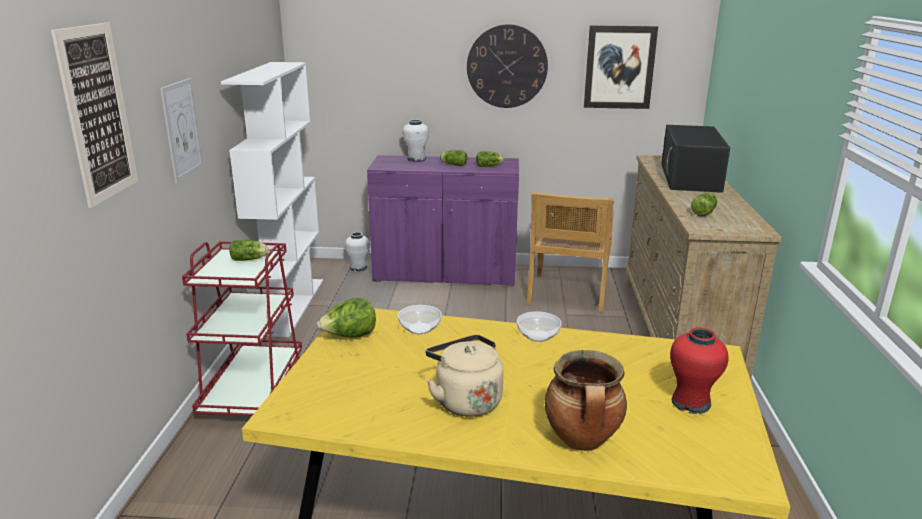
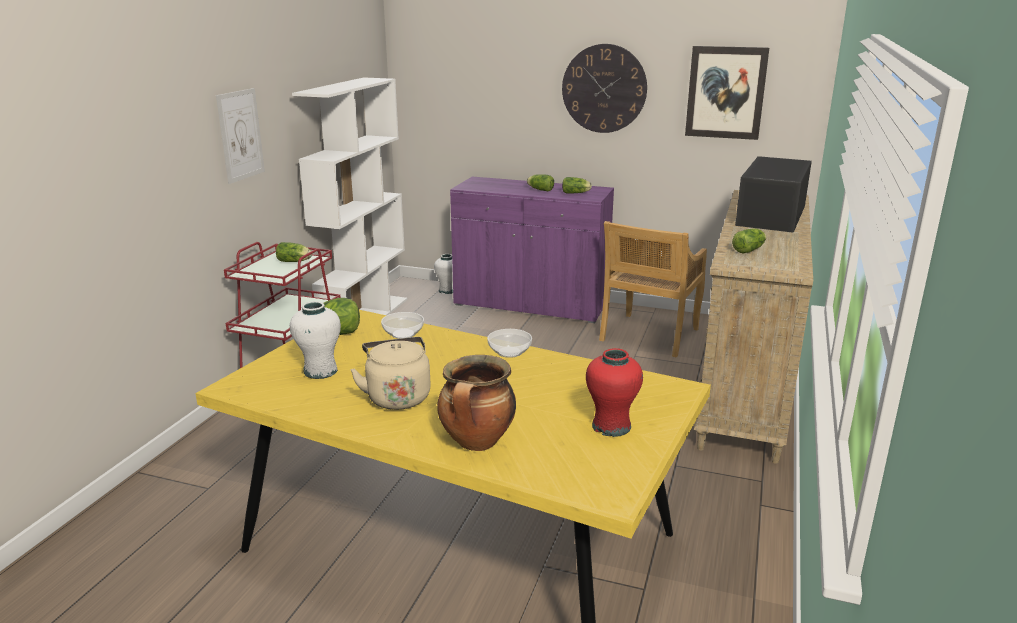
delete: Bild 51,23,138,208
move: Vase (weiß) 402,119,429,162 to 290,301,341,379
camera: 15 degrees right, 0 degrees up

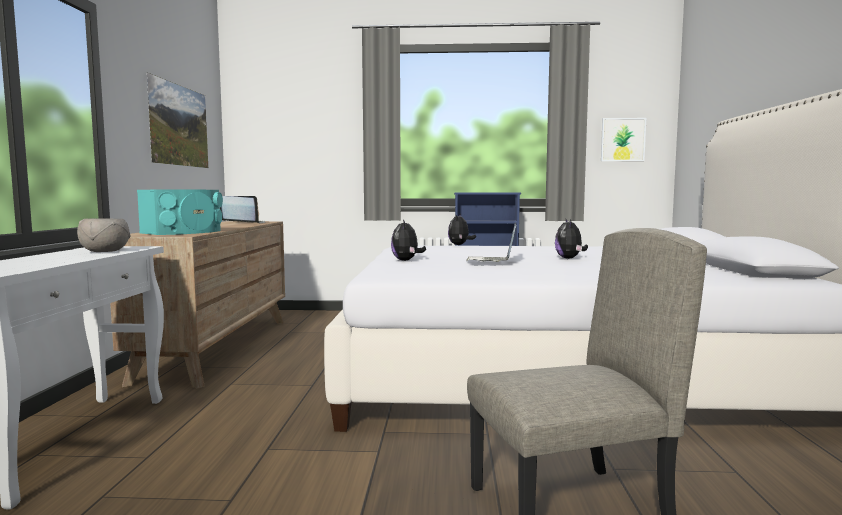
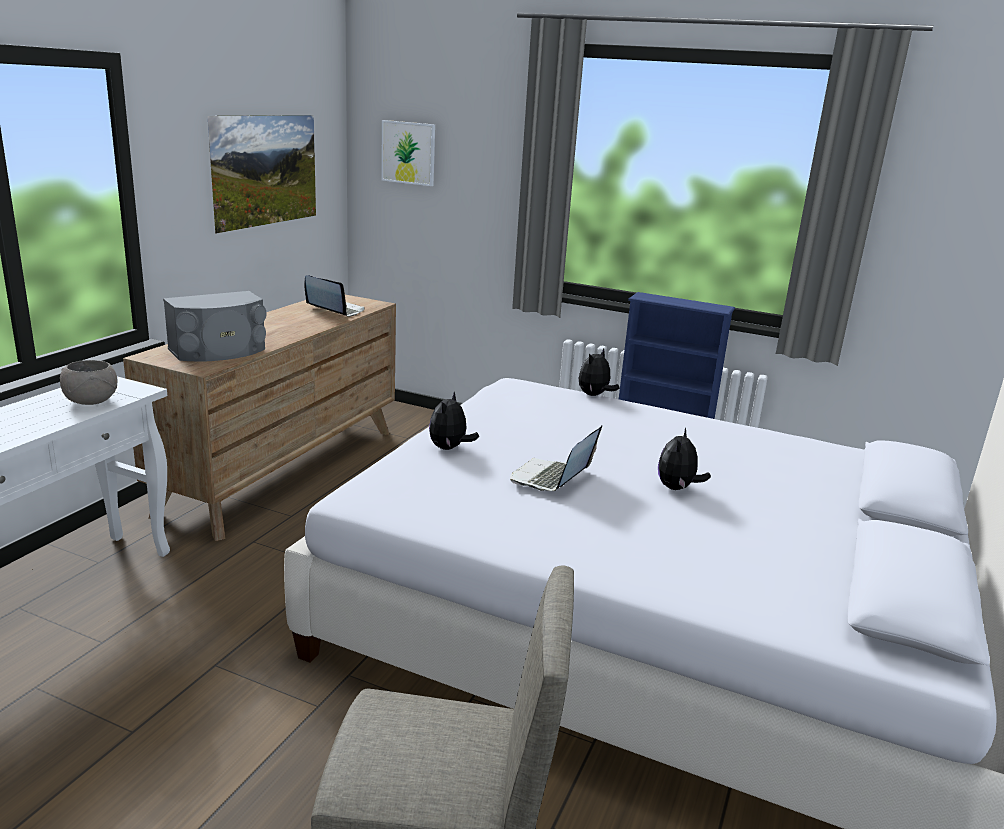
move: Bild 601,118,646,161 to 381,120,435,186
recolor: Lautsprecher (türkis) 137,189,223,235 to Lautsprecher (grau) 163,291,266,361
camera: 20 degrees right, 15 degrees up

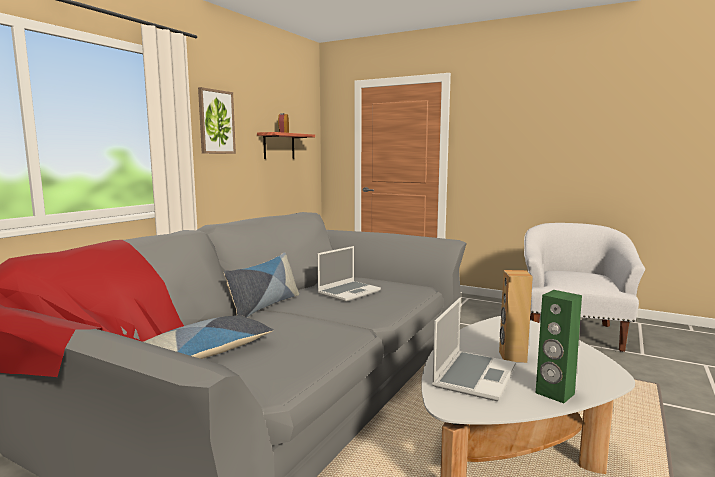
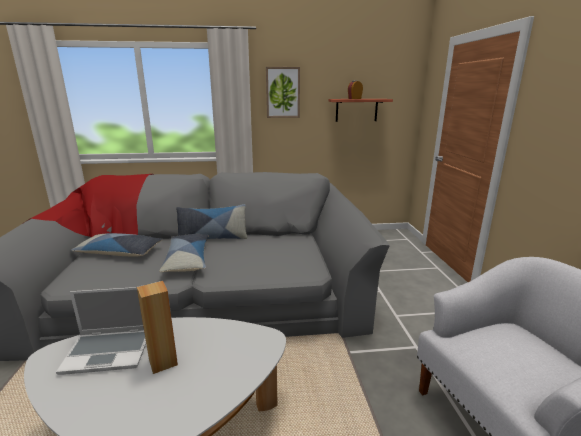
delete: Laptop 317,246,381,302; Lautsprecher (grün) 536,290,582,403
insert: Kissen 159,234,209,272
camera: 55 degrees right, 10 degrees up

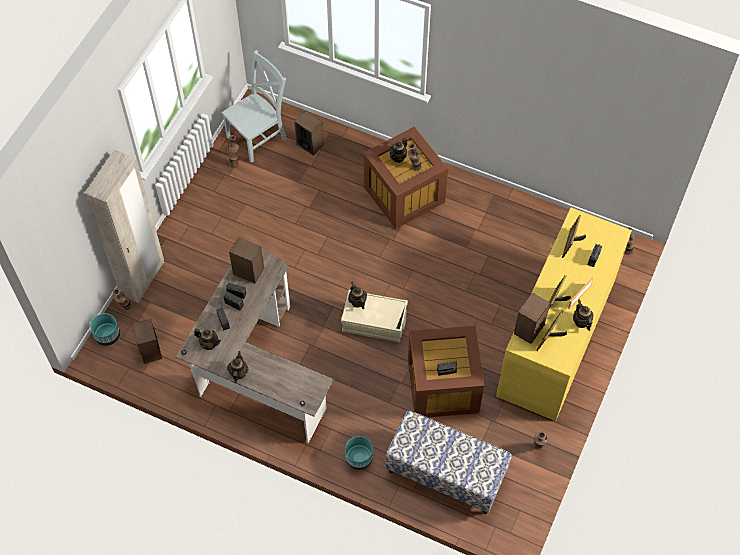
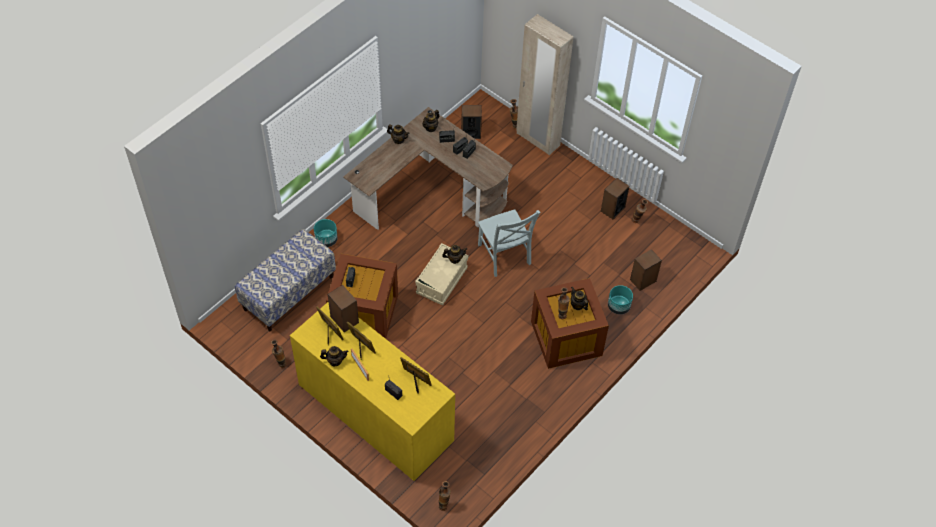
move: Pflanzkübel (türkis) 90,313,120,346 to 608,285,633,315; Stuhl (grau) 222,50,287,163 to 478,210,540,277; Lautsprecher 229,237,264,284 to 601,178,629,219
camera: 105 degrees right, 5 degrees down

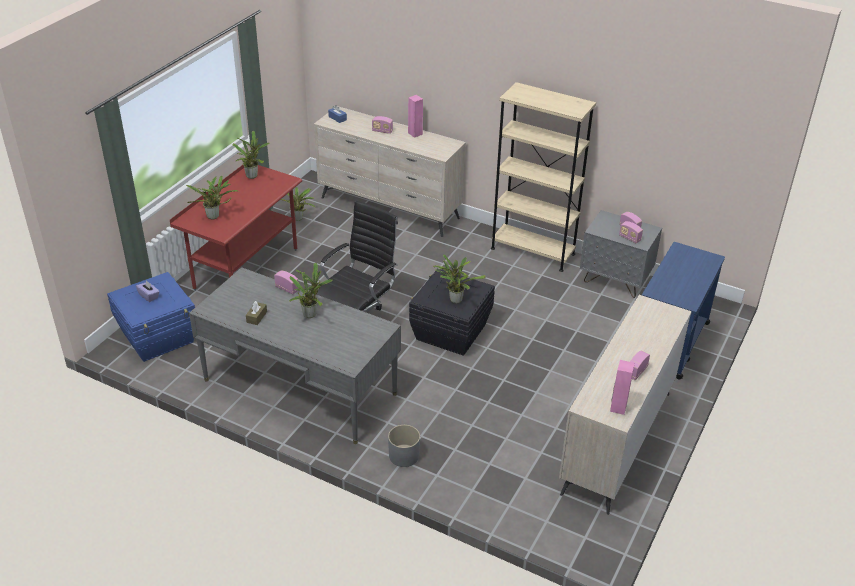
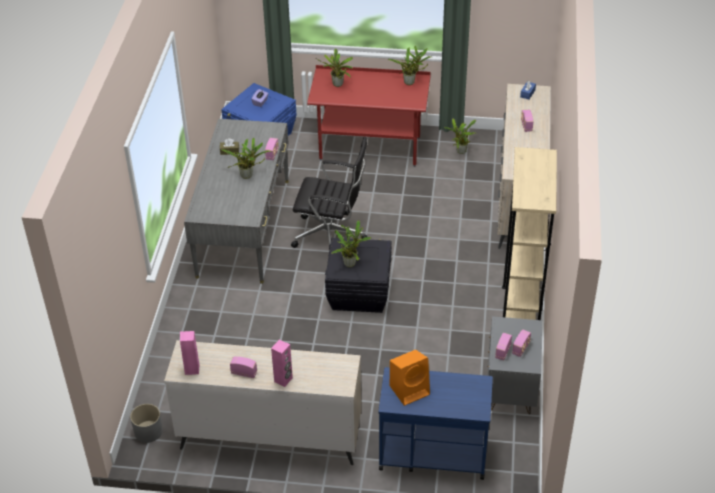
insert: Lautsprecher (orange) 390,350,430,406
move: Pflanzkübel (grau) 388,425,420,467 to 130,404,163,443; Lautsprecher (rosa) 408,95,423,138 to 271,340,293,387
camera: 70 degrees right, 5 degrees up

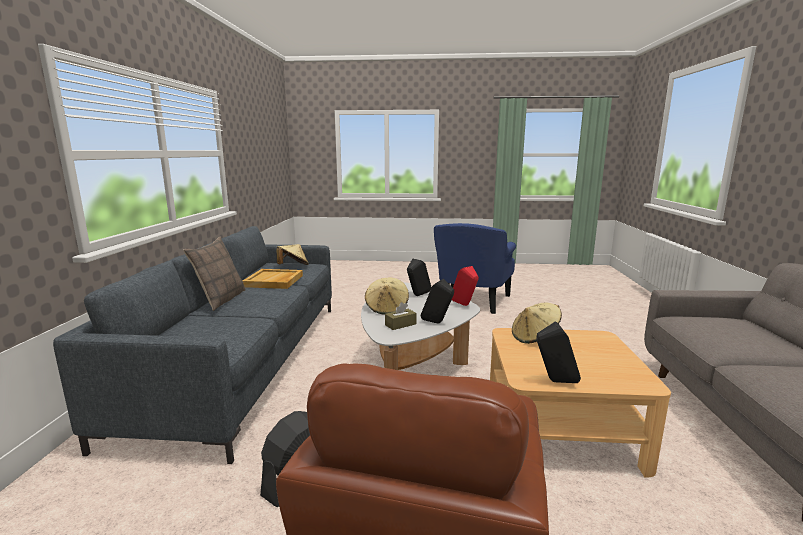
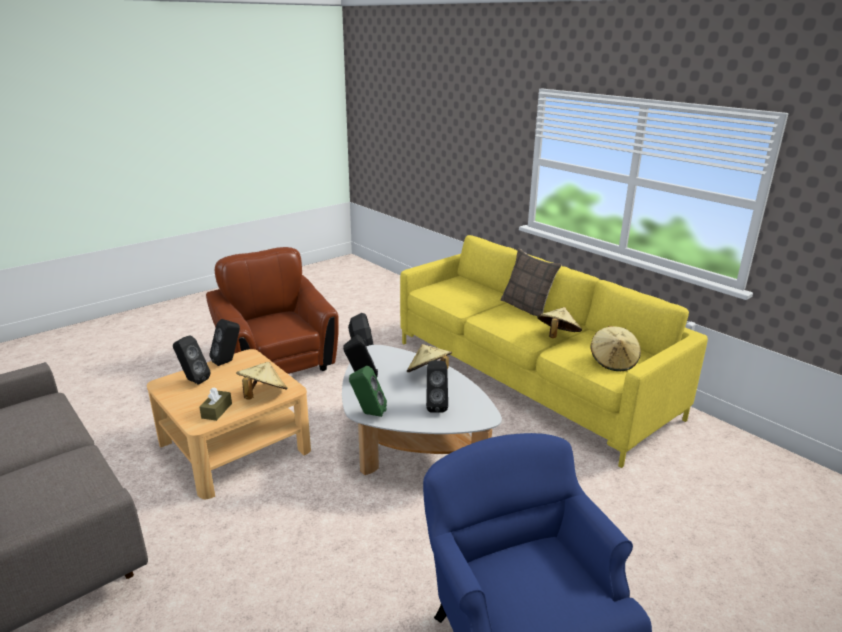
insert: Lautsprecher (schwarz) 173,335,211,385
move: Taschentuchbox (braun) 385,302,416,330 to 199,387,232,421
replace: Tablett (beige) 243,269,303,289 to Hut (beige) 537,307,582,338
recolor: Sofa (grau) 53,226,332,464 to Sofa (gelb) 400,235,708,468; Lautsprecher (rot) 452,266,479,306 to Lautsprecher (grün) 349,365,387,417
camera: 135 degrees right, 10 degrees up

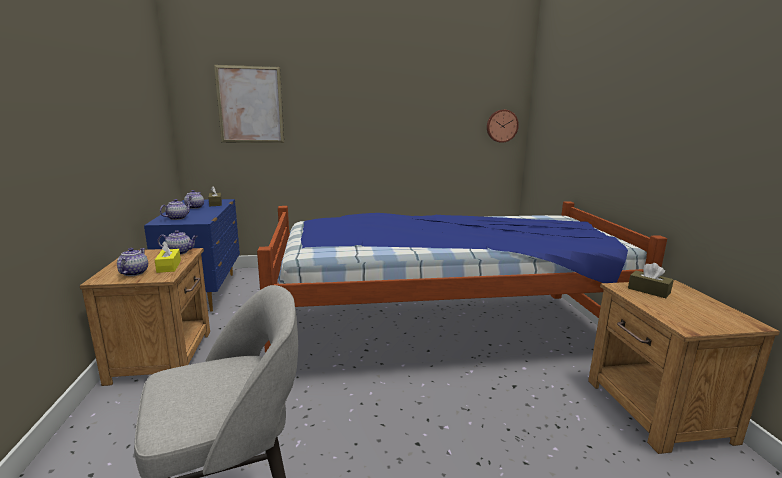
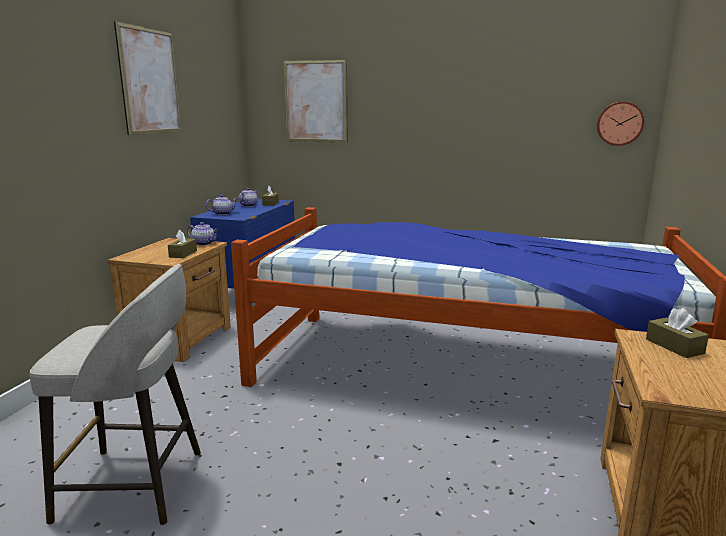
delete: Teekanne 117,248,148,276
insert: Bild 114,21,181,135
recolor: Taschentuchbox (gelb) 155,242,181,273 to Taschentuchbox (braun) 168,230,197,258
camera: 25 degrees right, 0 degrees up

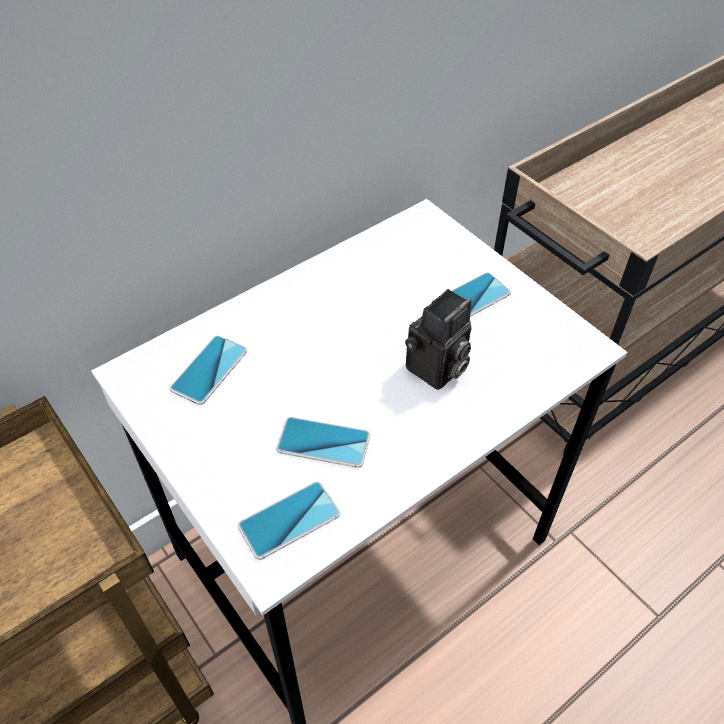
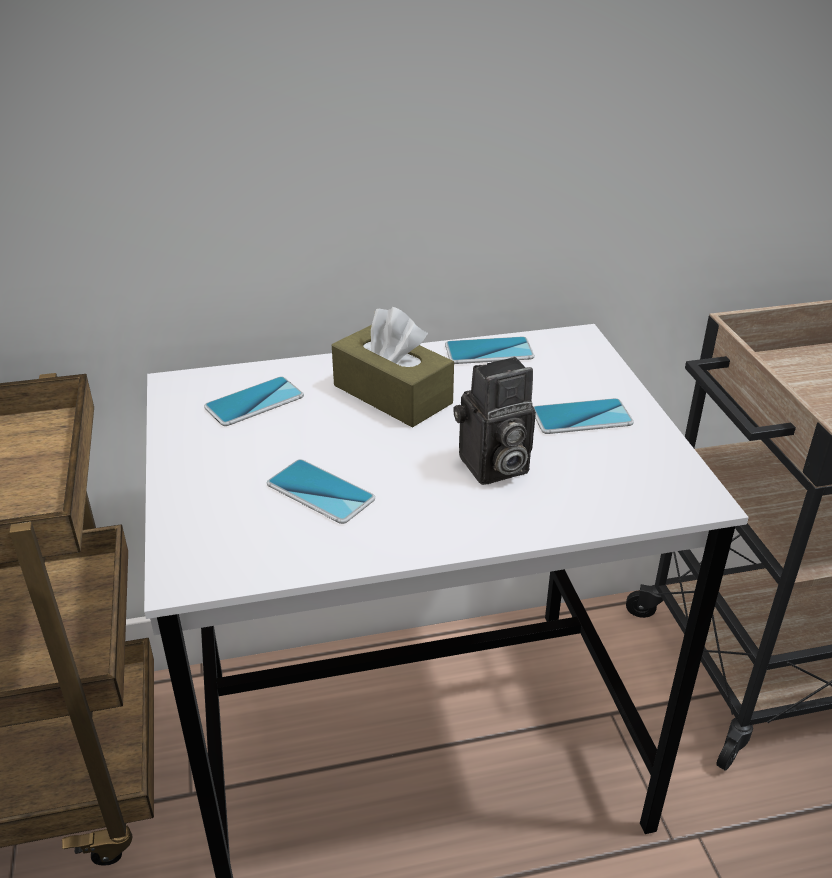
insert: Taschentuchbox (braun) 332,307,454,428
move: Handy 238,481,340,560 to 445,337,535,364
camera: 25 degrees right, 15 degrees down

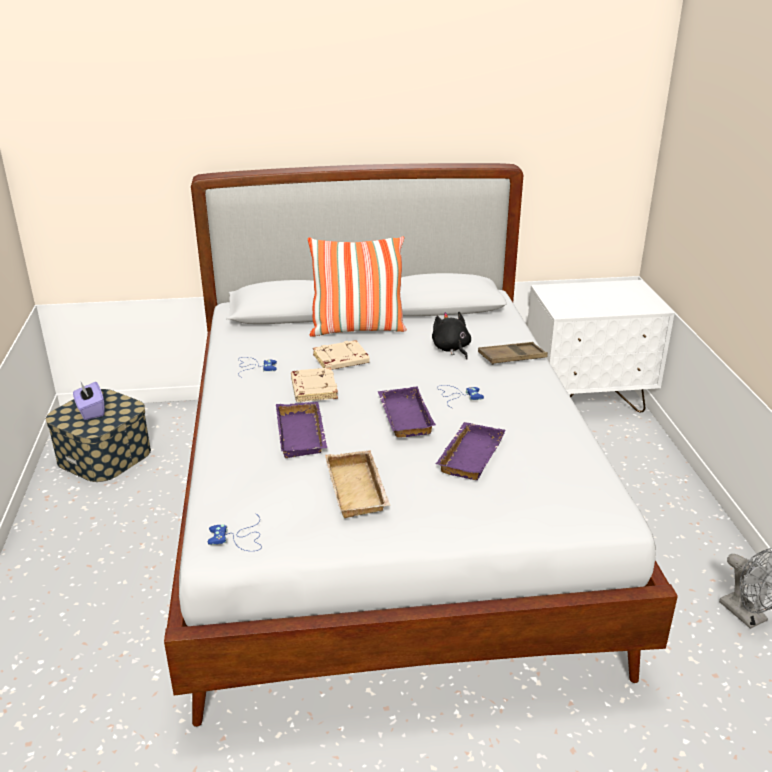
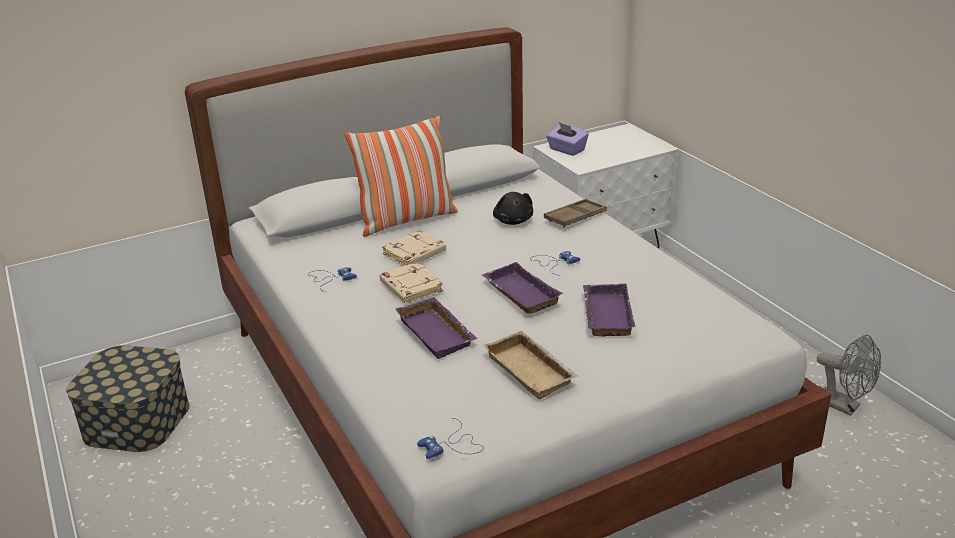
move: Taschentuchbox (lila) 73,382,105,420 to 546,122,589,156
rotate: Plüschtier (schwarz) 432,312,471,360 = 493,192,533,225 150 degrees counterclockwise
camera: 20 degrees left, 0 degrees up

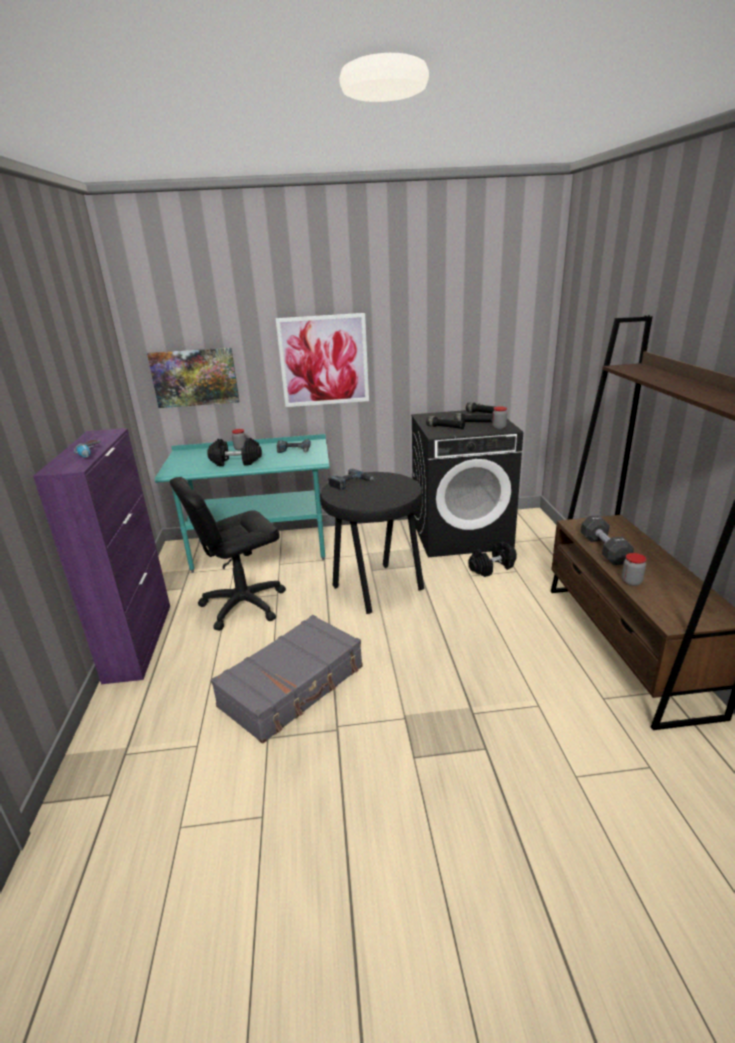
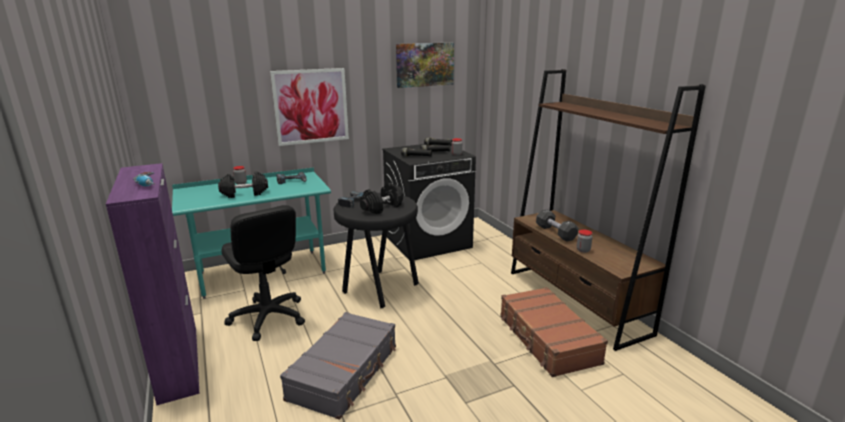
insert: Koffer (braun) 500,287,608,377
move: Bild 147,347,239,408 to 396,43,454,88; Hantel (schwarz) 469,542,517,577 to 360,183,403,214
rotate: Bürostuhl (schwarz) 170,477,286,630 = 221,205,305,341 75 degrees counterclockwise
camera: 20 degrees left, 5 degrees down

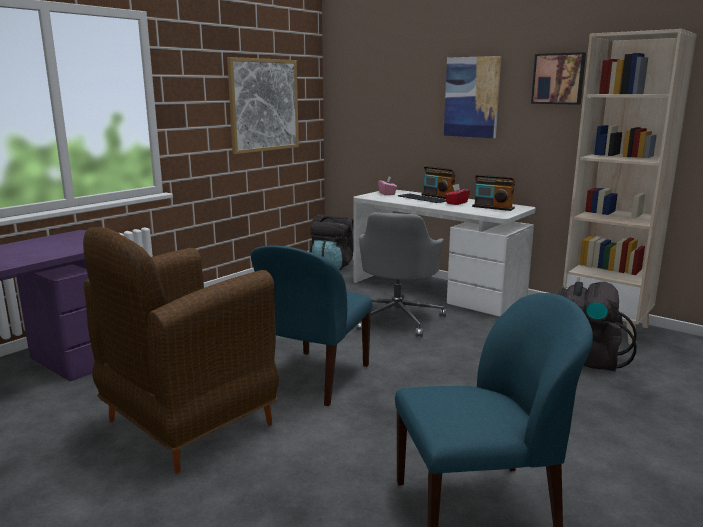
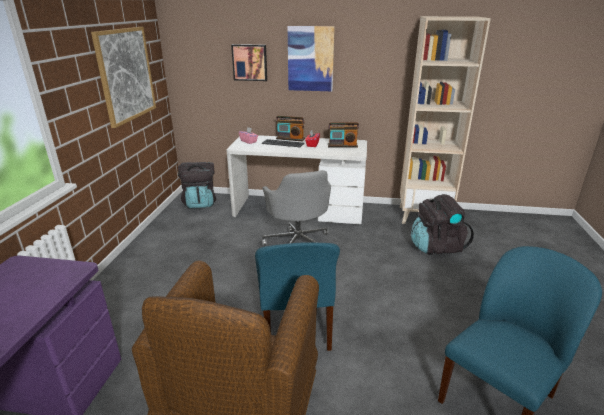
move: Bild 531,52,586,105 to 231,44,267,81
camera: 30 degrees left, 10 degrees up

